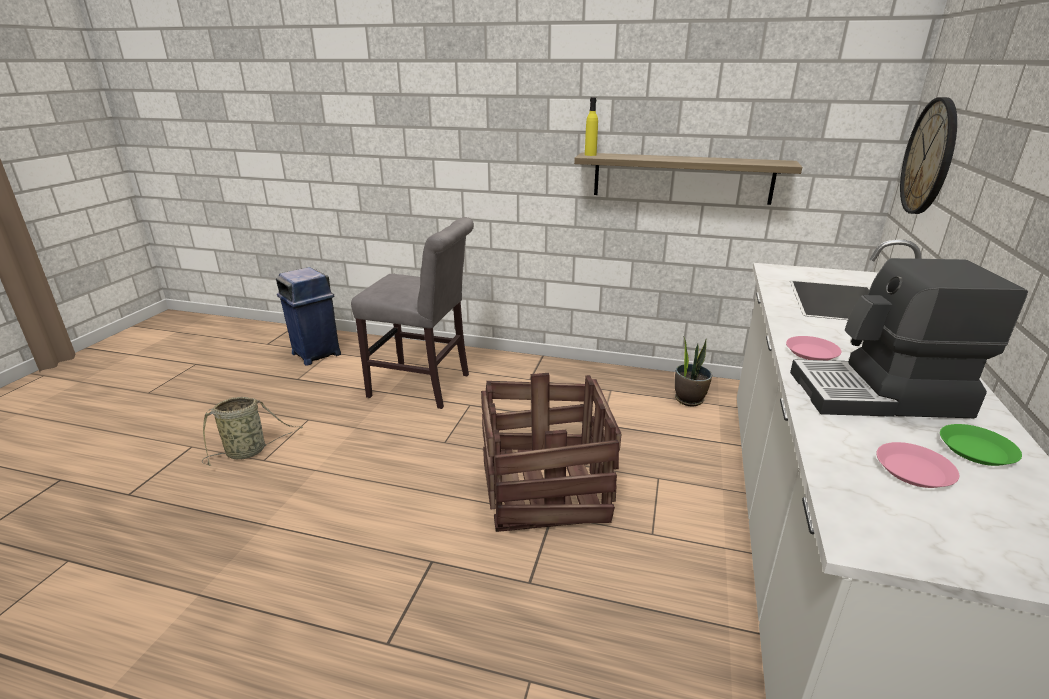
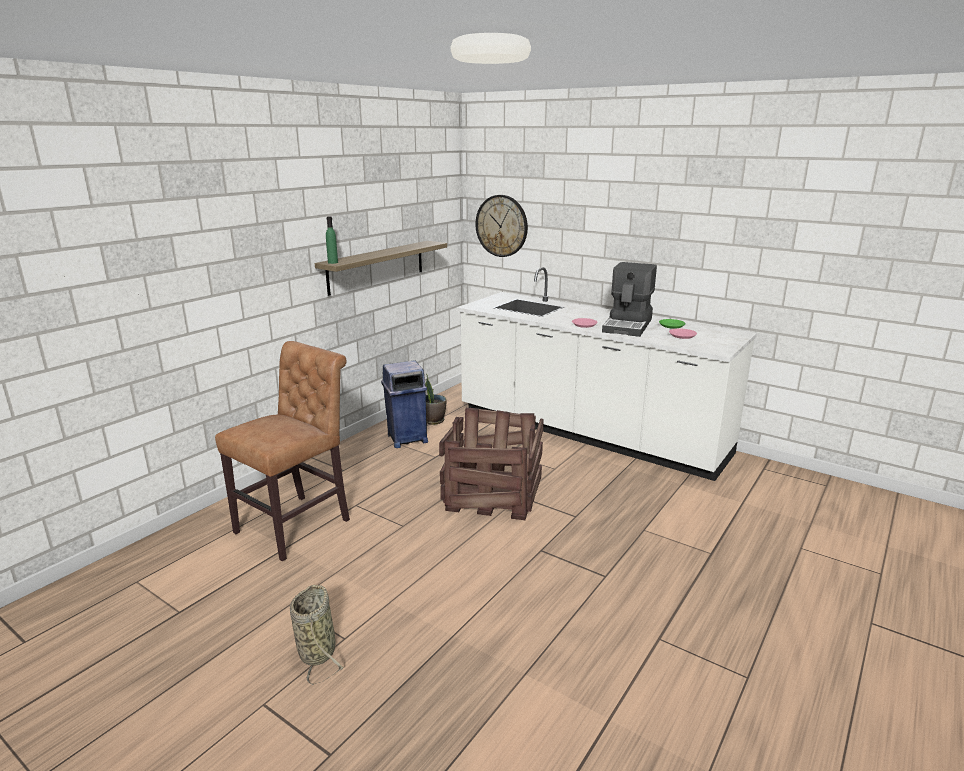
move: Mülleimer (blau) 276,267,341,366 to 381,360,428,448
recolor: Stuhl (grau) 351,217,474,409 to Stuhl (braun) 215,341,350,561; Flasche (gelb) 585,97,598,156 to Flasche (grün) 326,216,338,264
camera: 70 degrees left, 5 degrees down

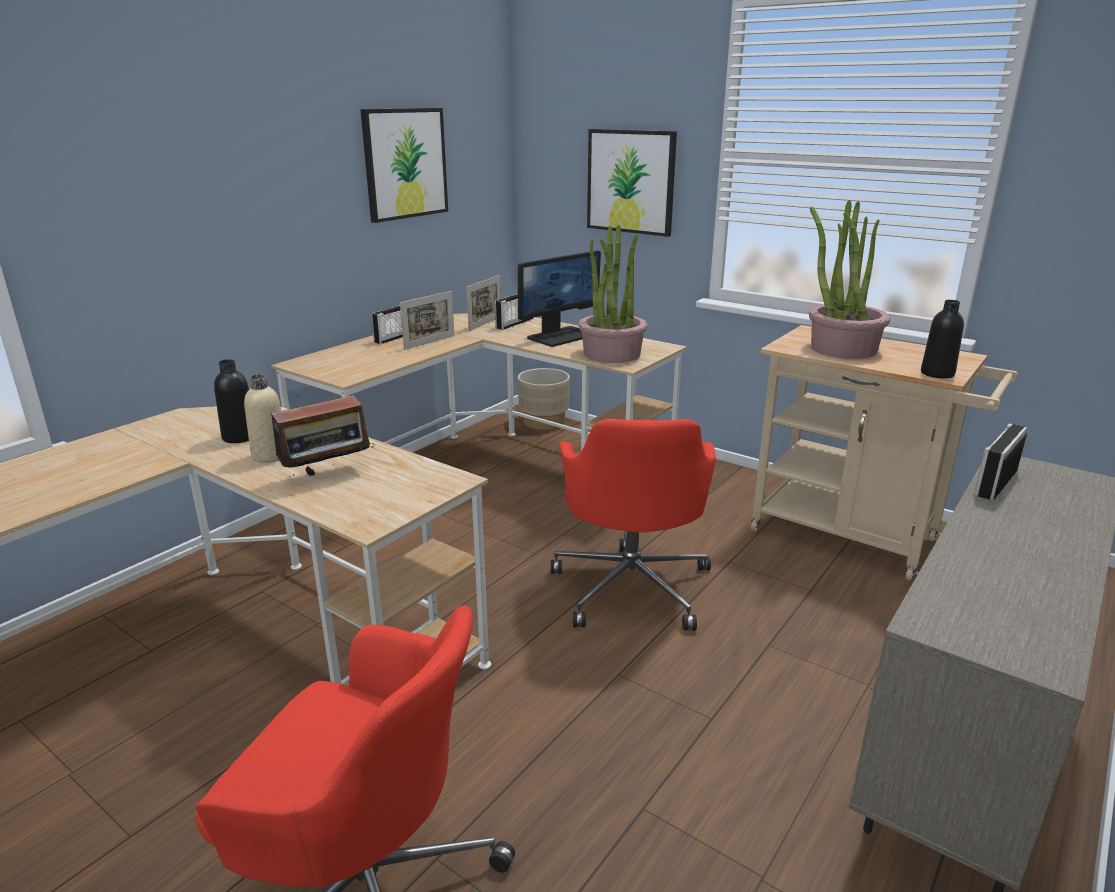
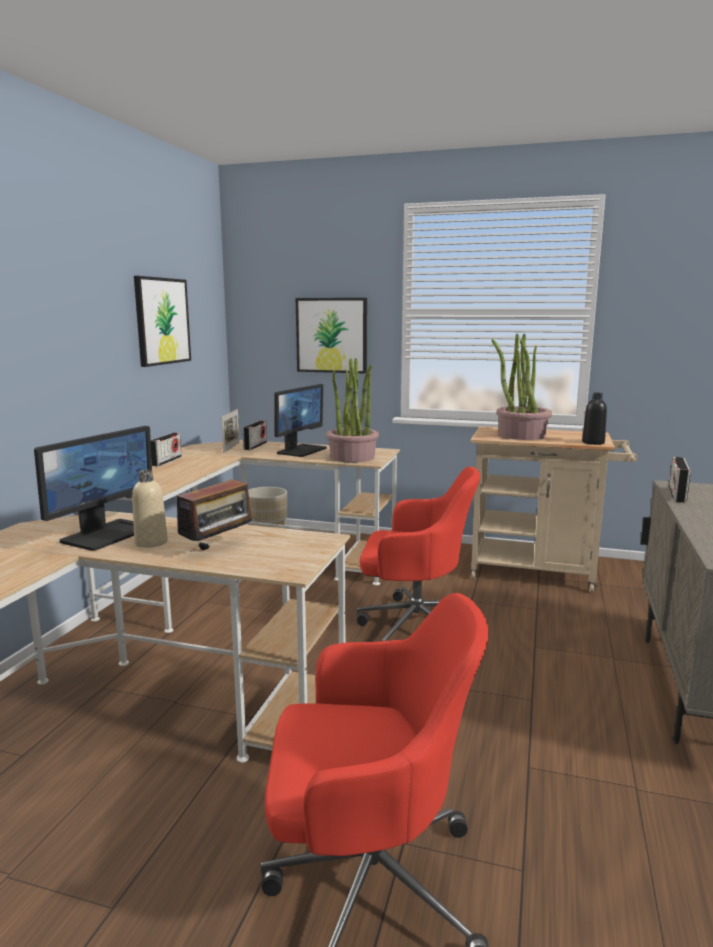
delete: Bilderrahmen 400,291,454,350
replace: Flasche (schwarz) 214,359,249,443 to Monitor 34,426,152,551
rotate: Bürostuhl (rot) 551,419,716,630 = 357,466,480,641 60 degrees counterclockwise
camera: 20 degrees left, 10 degrees down

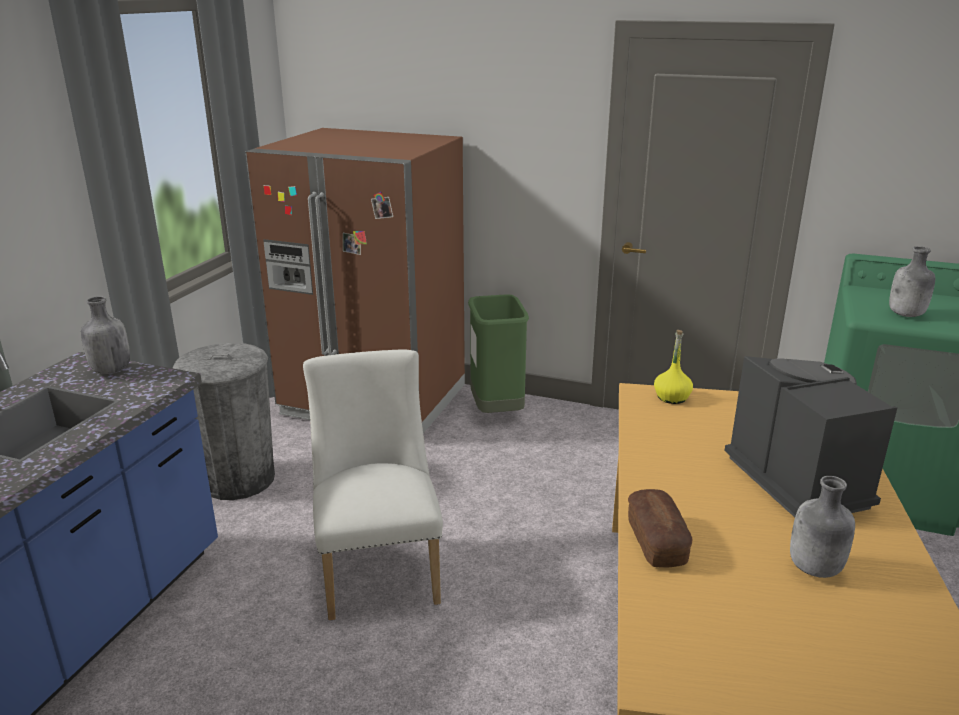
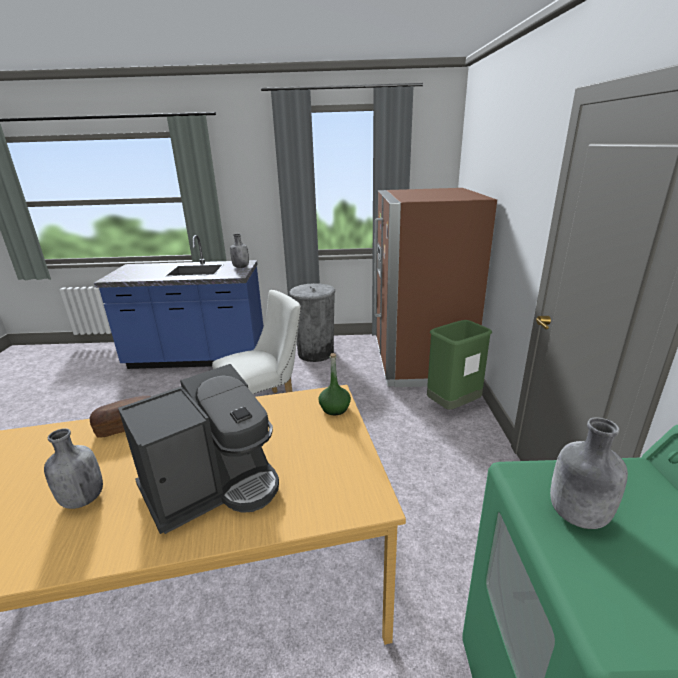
recolor: Flasche (gelb) 654,330,693,404 to Flasche (grün) 319,353,351,415
camera: 70 degrees right, 0 degrees up

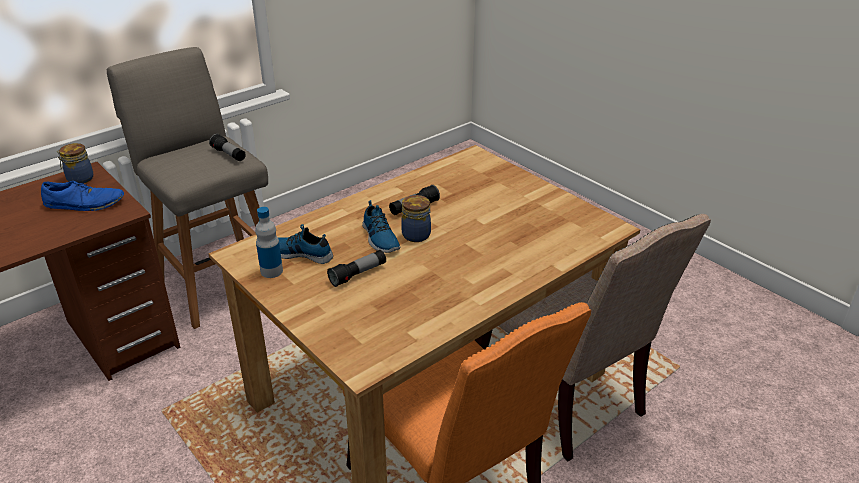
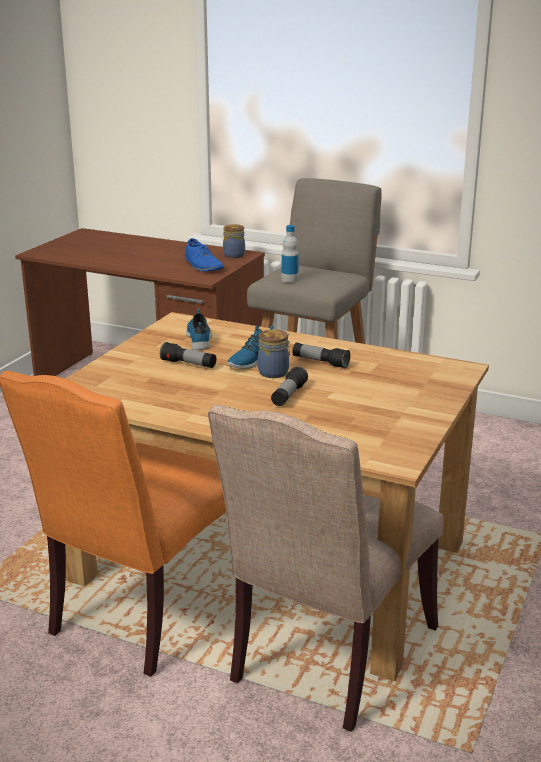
move: Taschenlampe 209,134,246,161 to 271,366,308,406; Flasche 255,207,283,278 to 282,225,299,283
camera: 65 degrees right, 10 degrees down

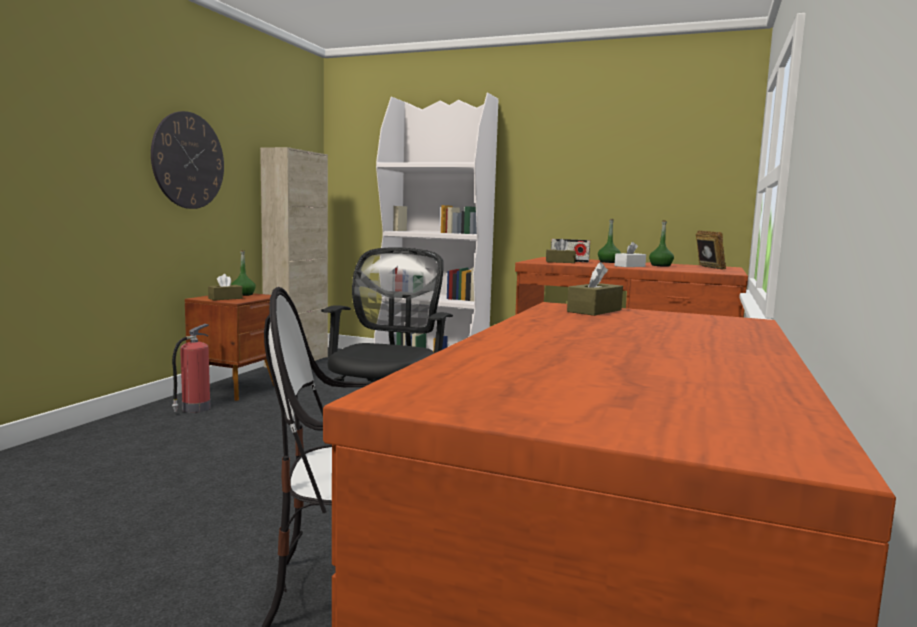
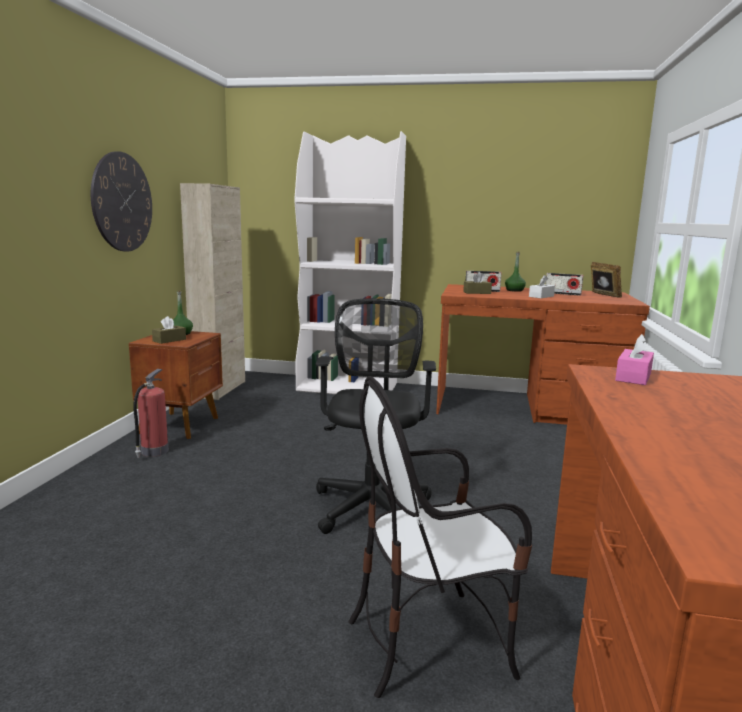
replace: Flasche (grün) 649,220,674,267 to Radio 546,273,584,296
recolor: Taschentuchbox (braun) 567,262,623,316 to Taschentuchbox (rosa) 615,334,654,385
camera: 10 degrees left, 5 degrees up

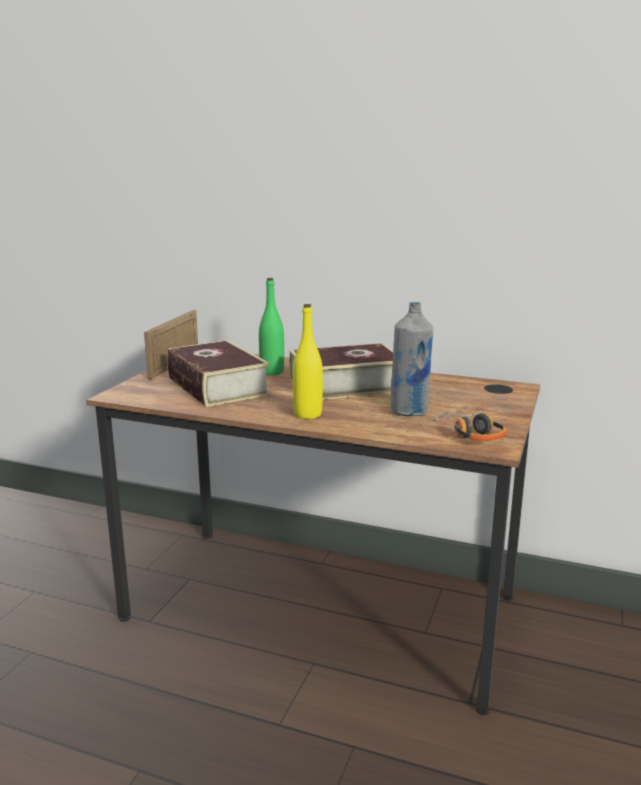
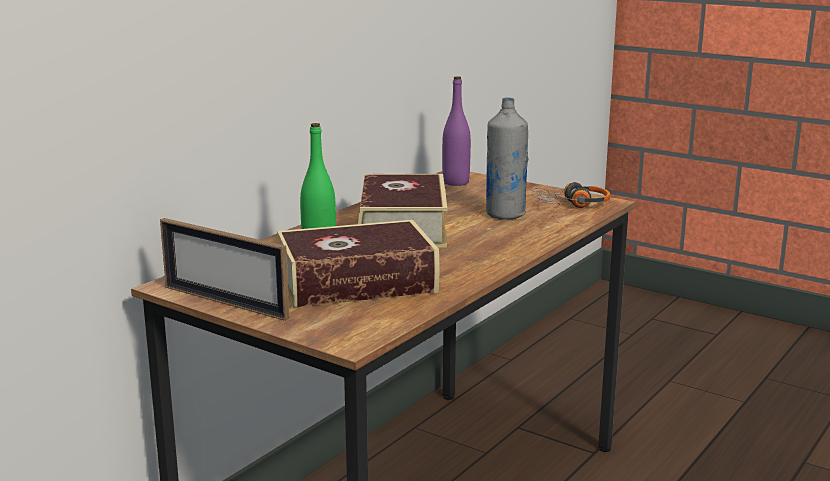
delete: Flasche (gelb) 293,304,323,419
insert: Flasche (lila) 442,76,471,186
camera: 75 degrees left, 0 degrees up

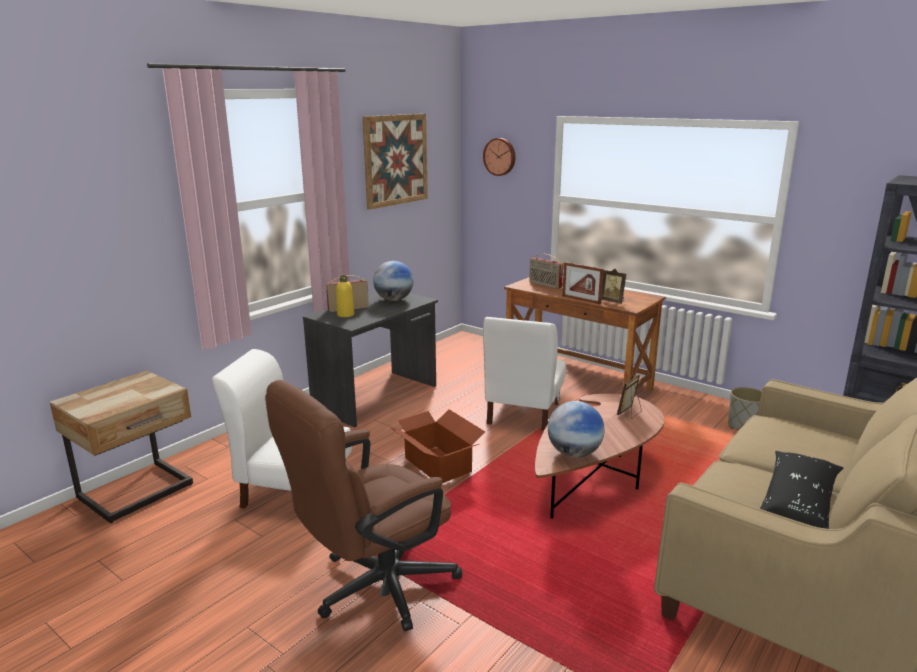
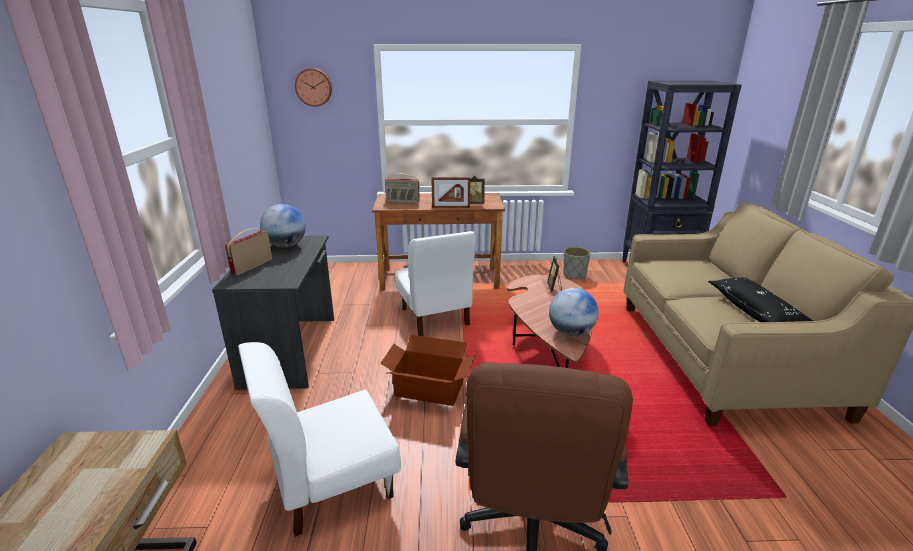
delete: Flasche (gelb) 336,275,354,317; Bild 362,114,428,210
camera: 40 degrees left, 5 degrees up

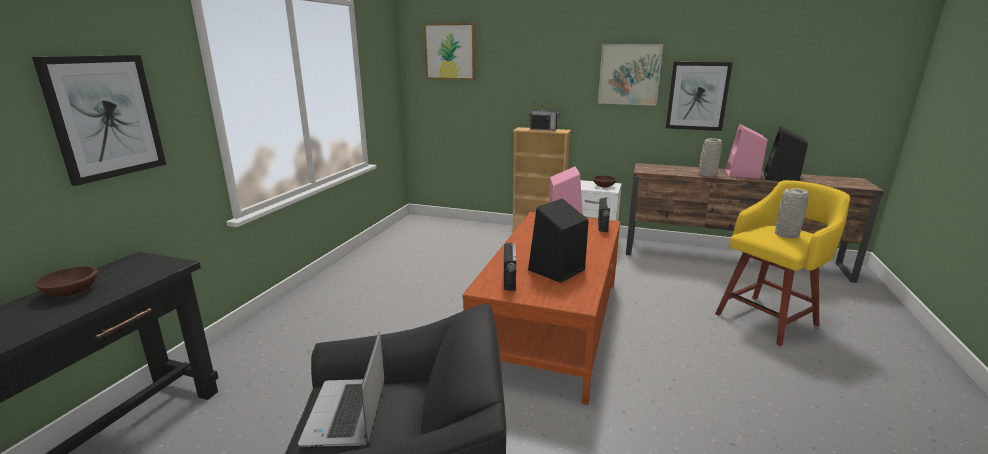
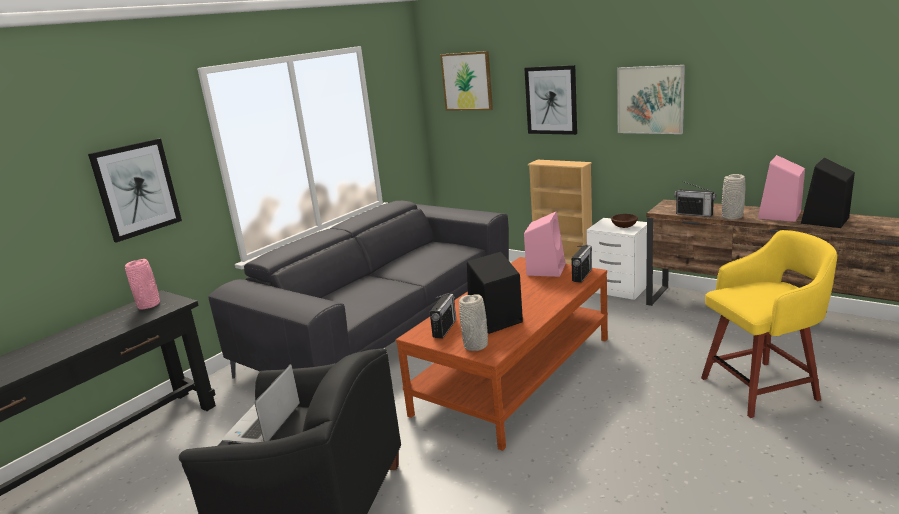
delete: Schüssel (braun) 35,267,98,296
insert: Vase (rosa) 125,259,160,309; Sofa (grau) 208,201,509,379
move: Radio 528,102,559,131 to 674,180,716,217; Bild 666,62,733,131 to 524,65,577,135; Vase (grau) 775,188,809,238 to 459,294,488,351
camera: 20 degrees right, 0 degrees up

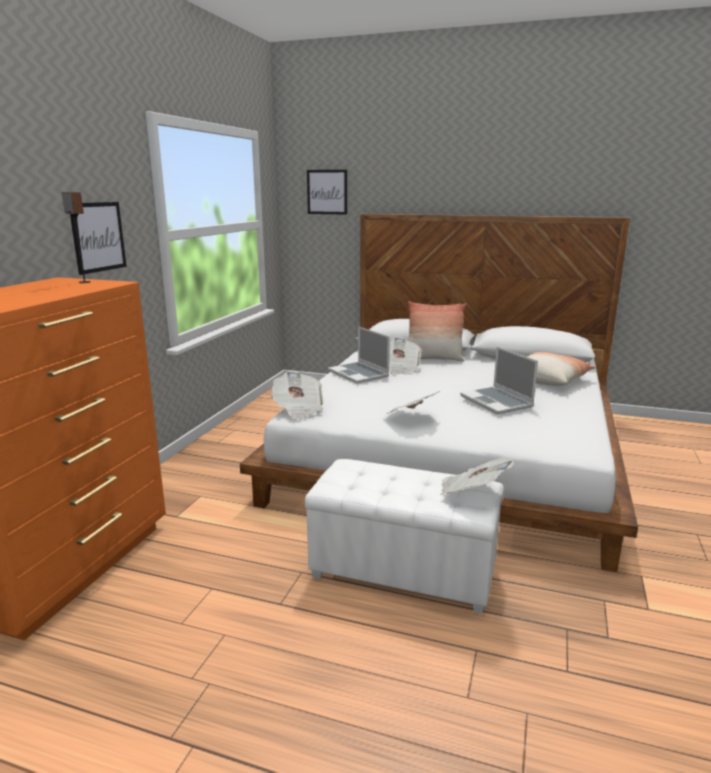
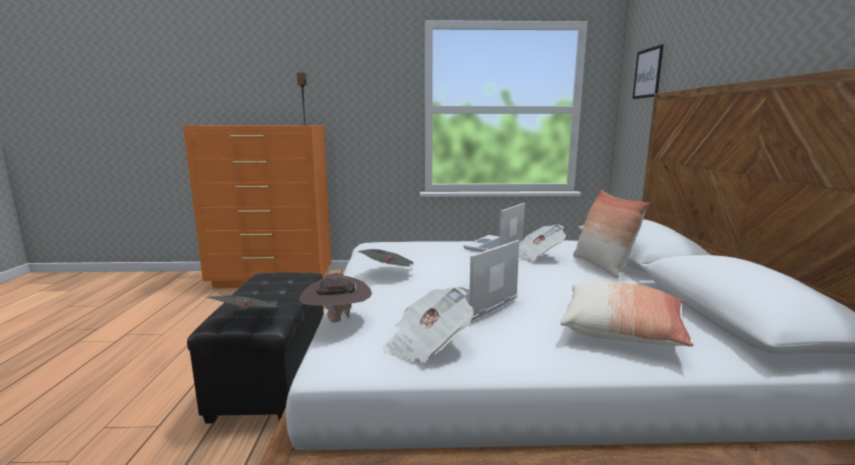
delete: Bild 70,202,127,275
insert: Hut (braun) 299,273,372,323
move: Zeitung 271,371,324,420 to 383,287,473,362
recolor: Polsterhocker (weiß) 305,459,504,614 to Polsterhocker (schwarz) 187,272,324,424
camera: 70 degrees right, 5 degrees down

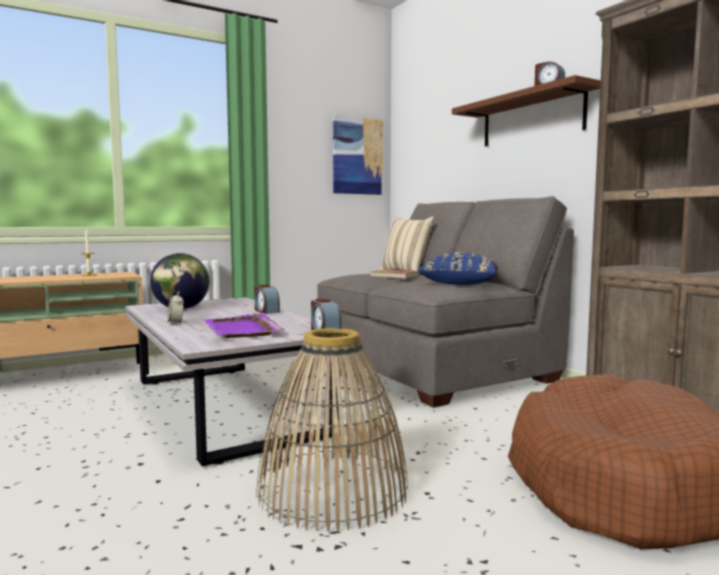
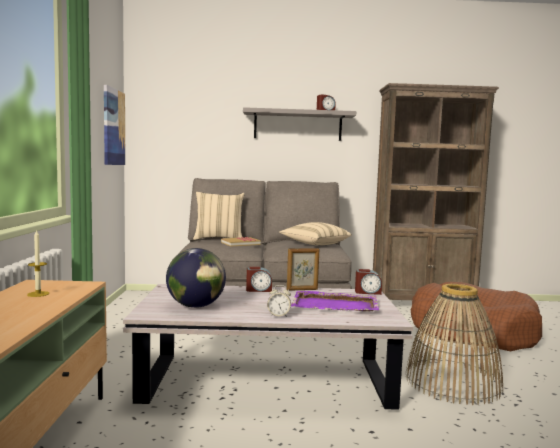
insert: Bilderrahmen 287,248,319,291
recolor: Kissen (blau) 418,252,498,285 to Kissen (beige) 279,222,352,245; Wandregal (braun) 452,75,601,146 to Wandregal (grau) 243,107,356,141
camera: 60 degrees left, 0 degrees up

